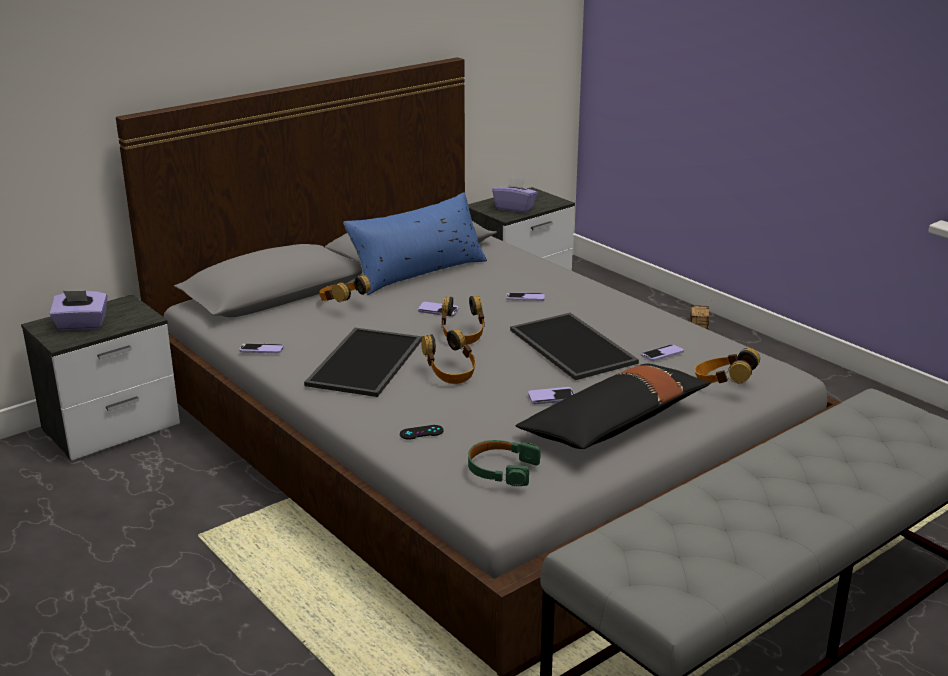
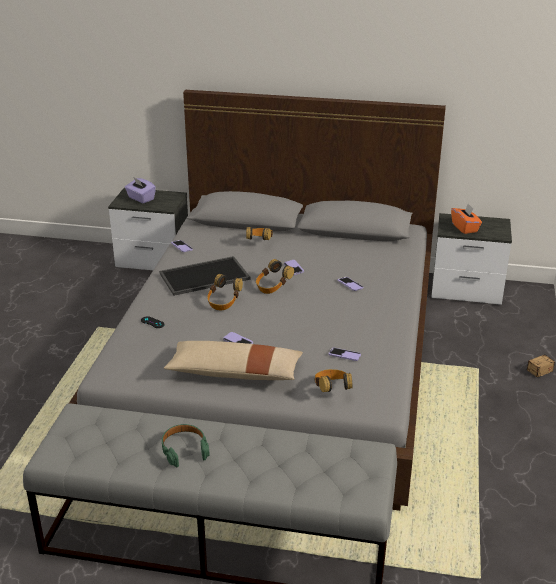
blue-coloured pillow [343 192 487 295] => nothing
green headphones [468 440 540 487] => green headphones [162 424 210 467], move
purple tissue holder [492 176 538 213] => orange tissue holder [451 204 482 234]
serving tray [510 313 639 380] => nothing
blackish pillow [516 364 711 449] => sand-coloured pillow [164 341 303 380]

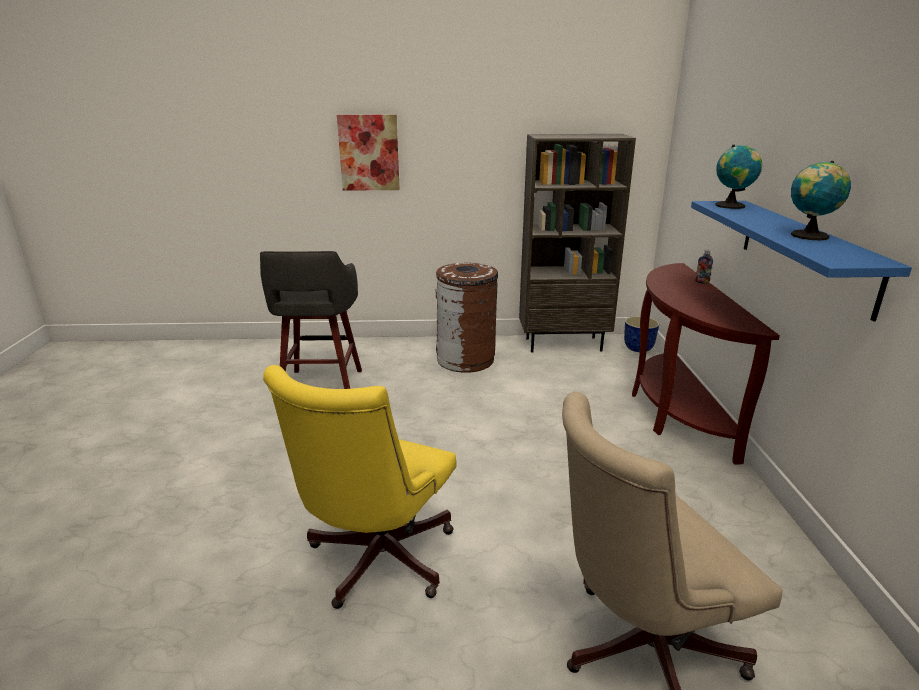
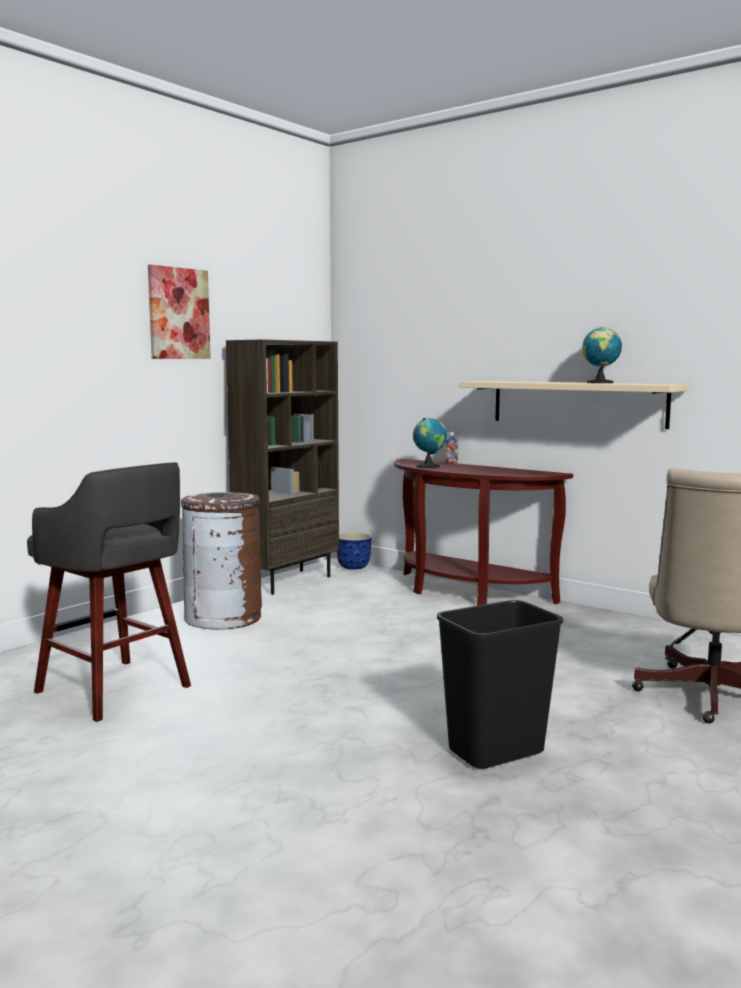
yellow office chair [263 365 456 609] => blackish rubbish bin [437 600 563 769]
picture [337 115 400 191] => picture [148 265 211 359], move
blue-coloured bracket shelf [691 201 912 321] => sand-coloured bracket shelf [459 381 689 429]
world globe [715 144 762 209] => world globe [413 418 447 468], move

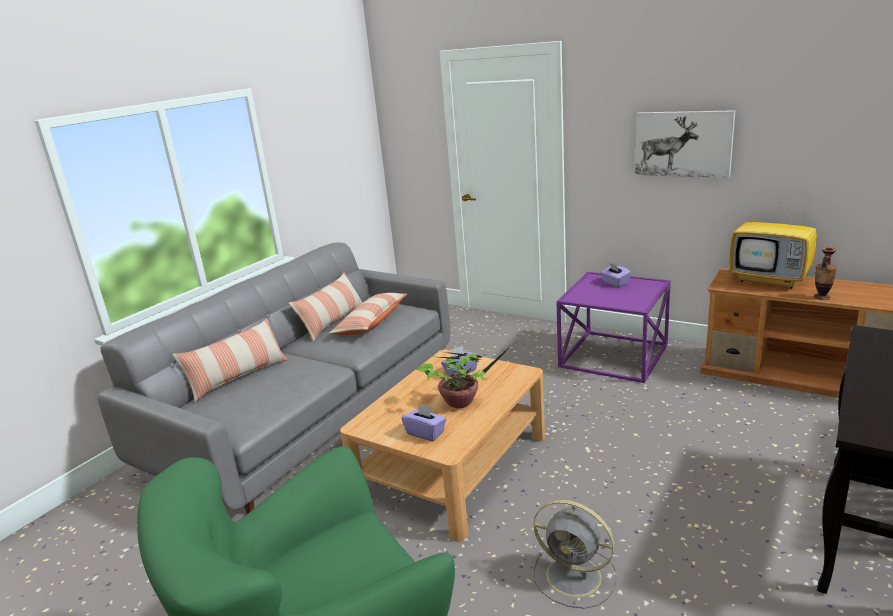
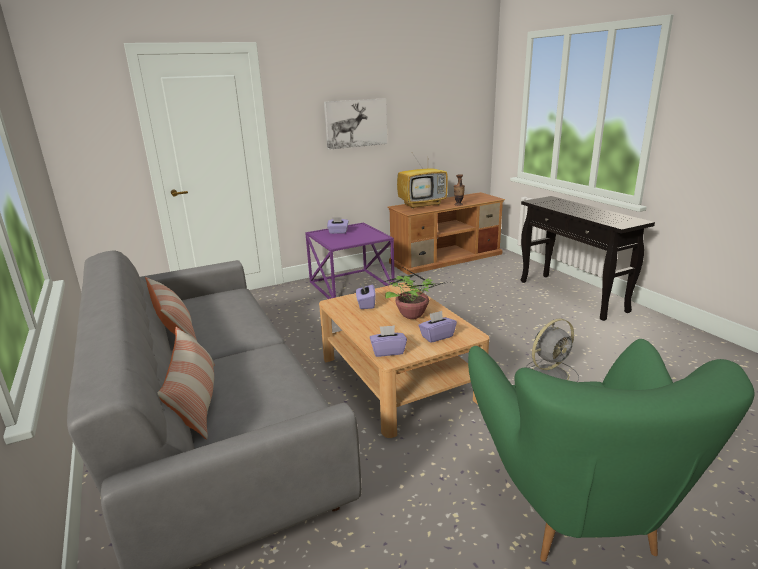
pillow [328 293 407 335] => nothing
nothing => purple tissue holder [370 325 407 357]

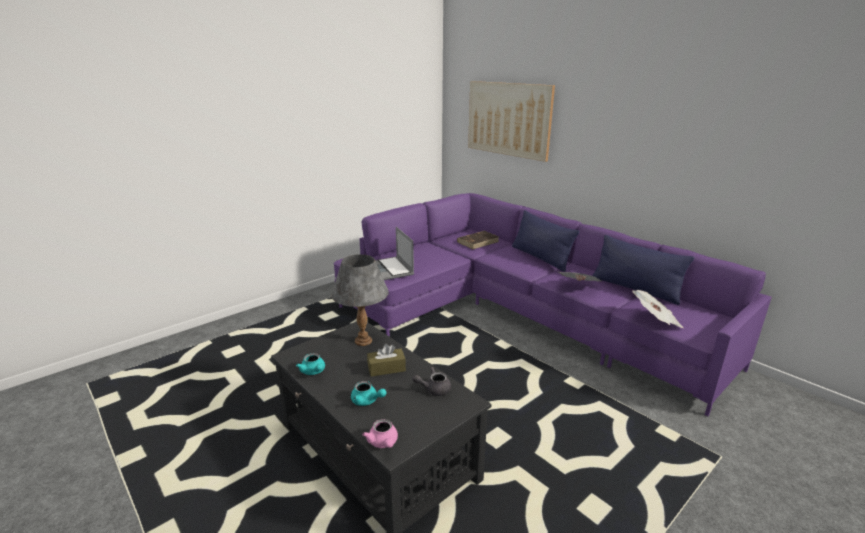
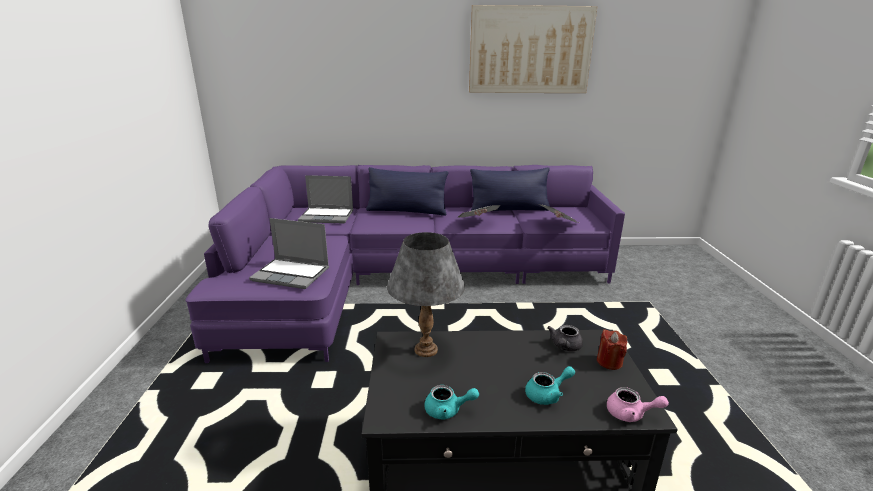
brown tissue holder [367 344 406 377] => nothing
brown book [457 231 499 249] => portable computer [298 175 353 223]
picture [468 81 555 162] => picture [469 5 598 93], move
nothing => red-coloured candle [597 329 627 370]

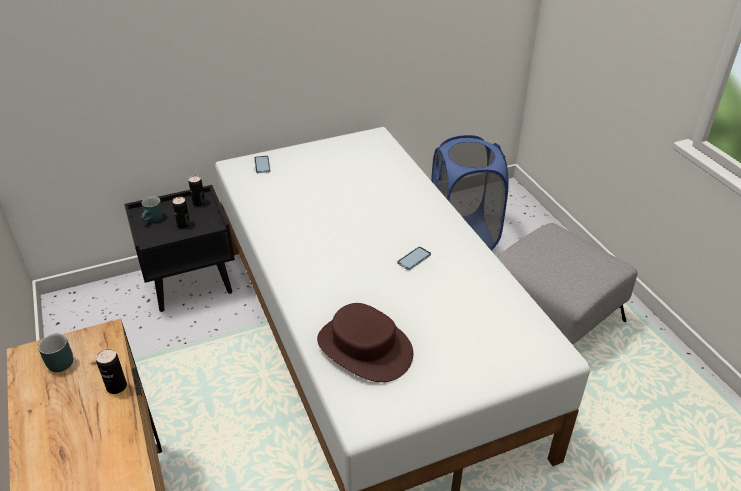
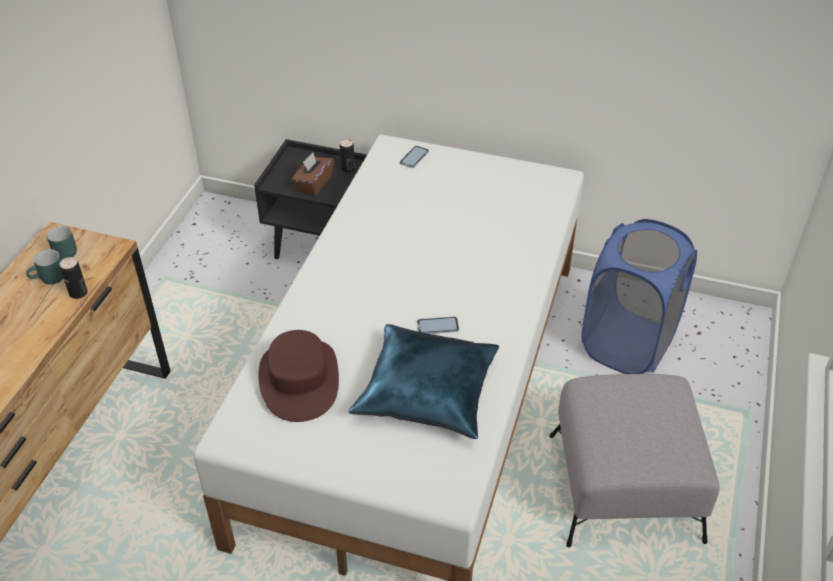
turquoise mug [142 196 163 222] => turquoise mug [26 249 63 285], move
metal can [172 197 190 229] => brown tissue holder [292 153 334 196]
nothing => blue-coloured pillow [348 324 499 439]

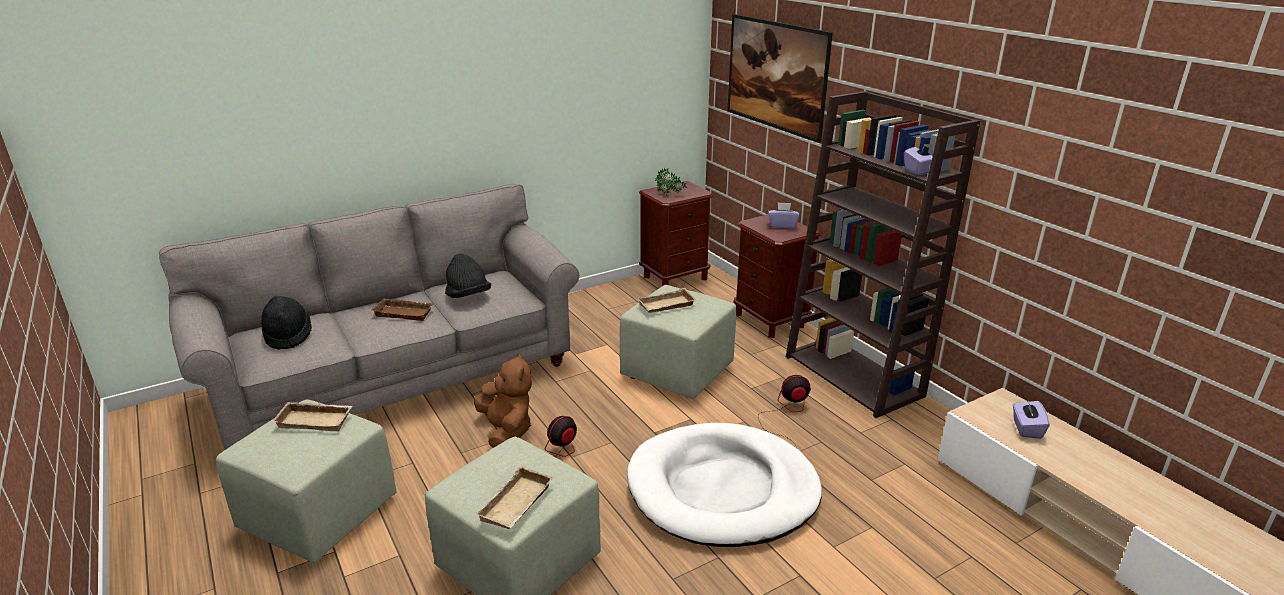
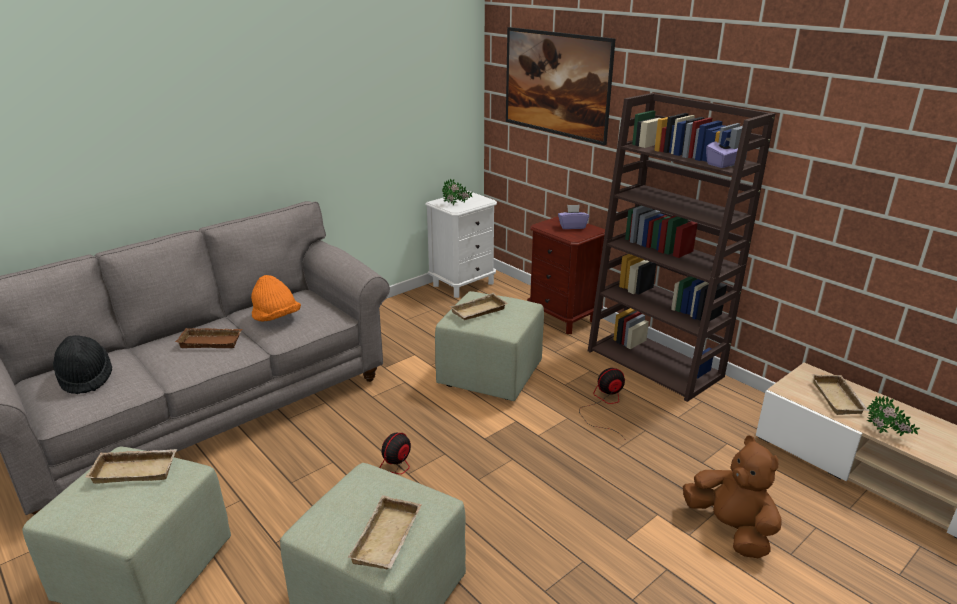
blackish wearable hat [445 254 491 298] => orange wearable hat [251 275 301 322]
brown cuddly toy [474 353 532 448] => brown cuddly toy [683 436 782 558], move
white-coloured dog bed [627 423 822 547] => nothing
brown bedside table [639 181 713 286] => white-coloured bedside table [425 191 497 298]
purple tissue holder [1013 400 1050 439] => sand-coloured serving tray [812 374 869 415]
nothing => houseplant [867 396 920 436]

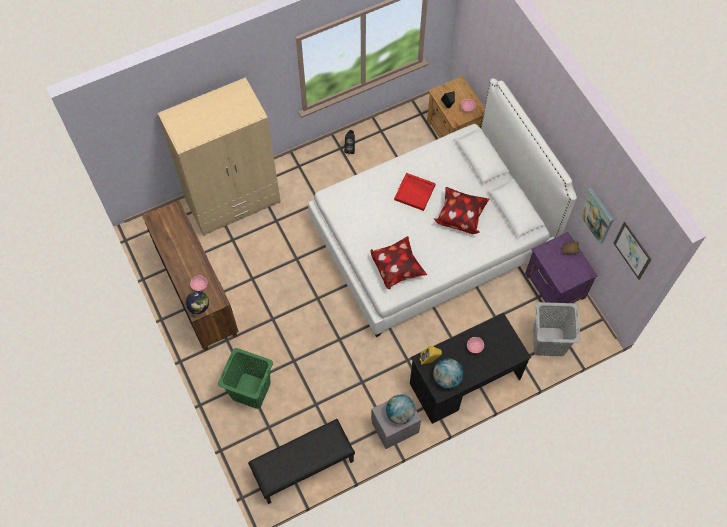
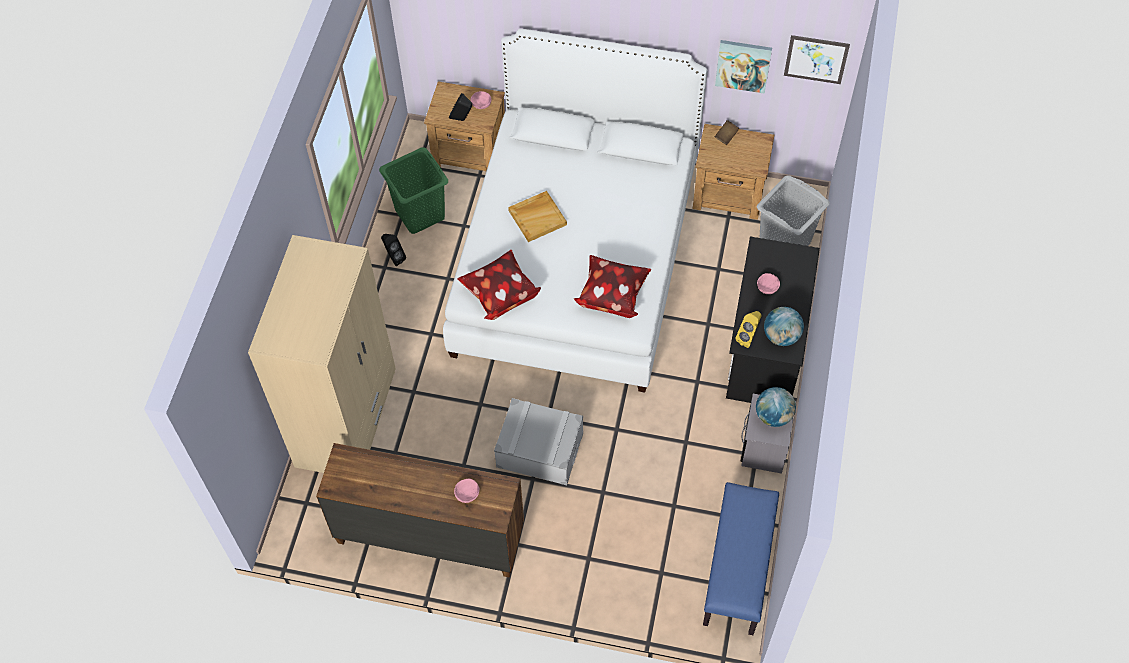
world globe [186 291 209 317] => nothing
green hamper [218 348 273 409] => green hamper [379 148 448 234], move
blackish indoor bench [248 419 355 504] => blue-coloured indoor bench [703 482 779 635]
red-coloured serving tray [394 173 436 211] => sand-coloured serving tray [508 191 567 242]
pillow [434 187 490 234] => pillow [457 250 541 320], move
purple bedside table [525 232 598 303] => brown bedside table [693 124 774 220]
nothing => gray storage bin [494 398 583 485]

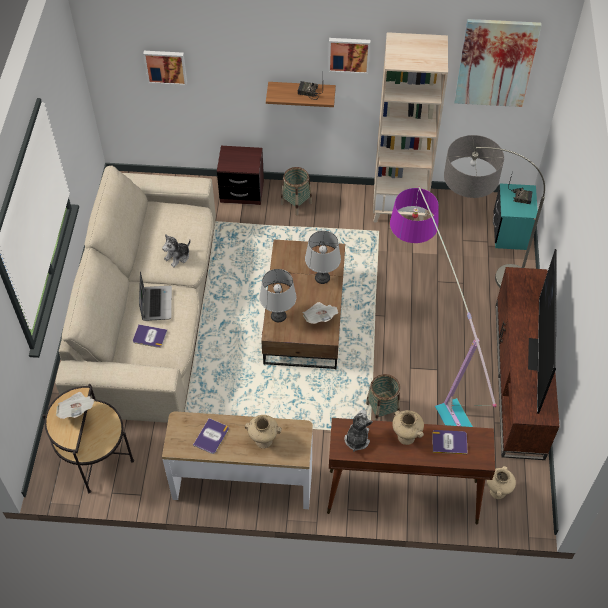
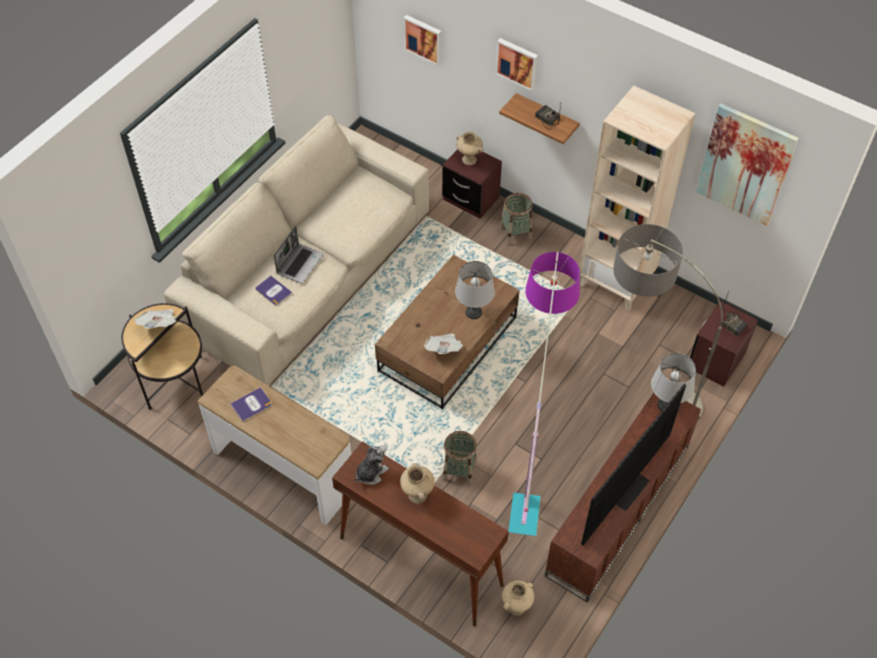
cuddly toy [162 234 191 267] => nothing
sand-coloured decorative vase [245 415 282 448] => sand-coloured decorative vase [457 132 484 165], move
gray table lamp [260 269 296 322] => gray table lamp [651 353 696 411], move
picture [328 38 370 74] => picture [495 38 538 91], move
book [432 430 467 454] => nothing
turquoise bedside table [493 183 538 250] => brown bedside table [690 301 758 387]

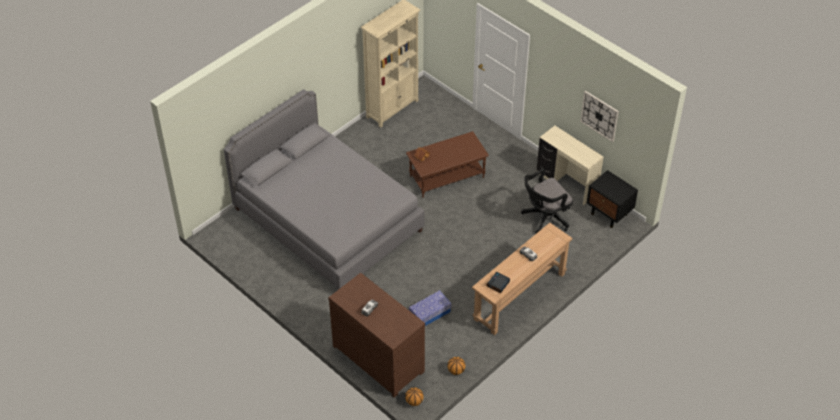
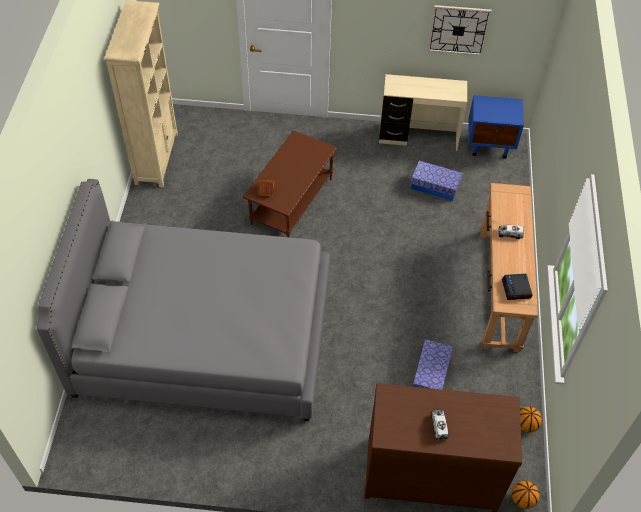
blackish office chair [521 168 573 233] => storage bin [411 161 462 201]
blackish bedside table [587 170 638 228] => blue-coloured bedside table [468 95 524 159]

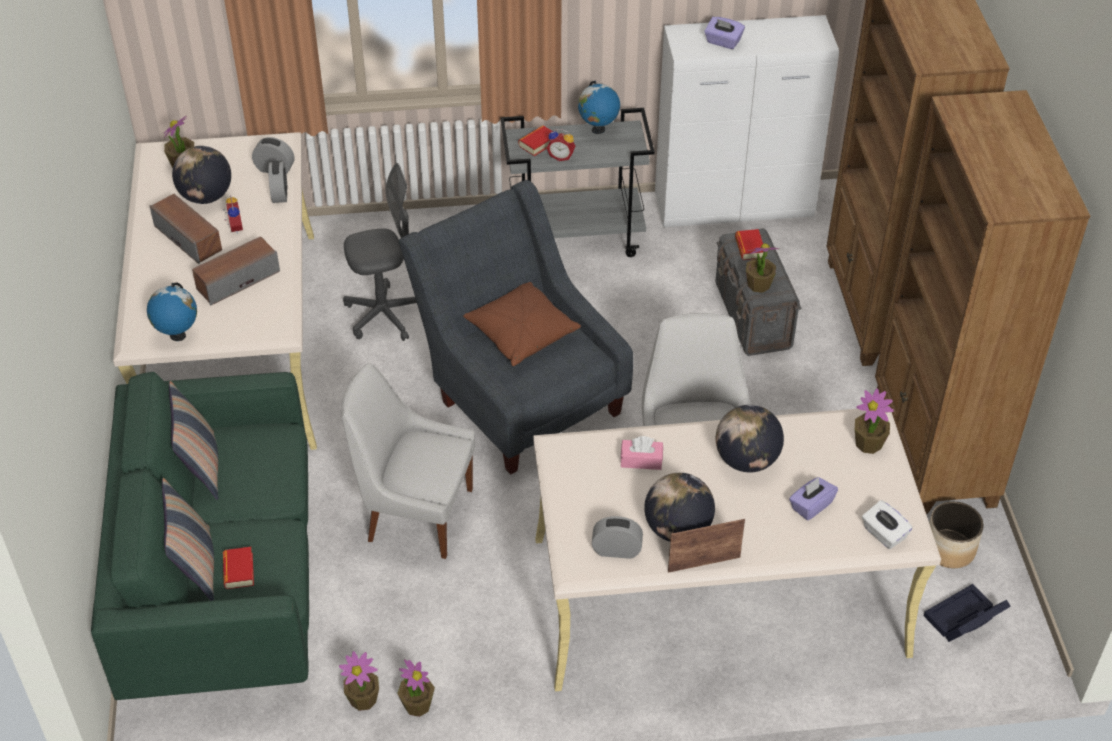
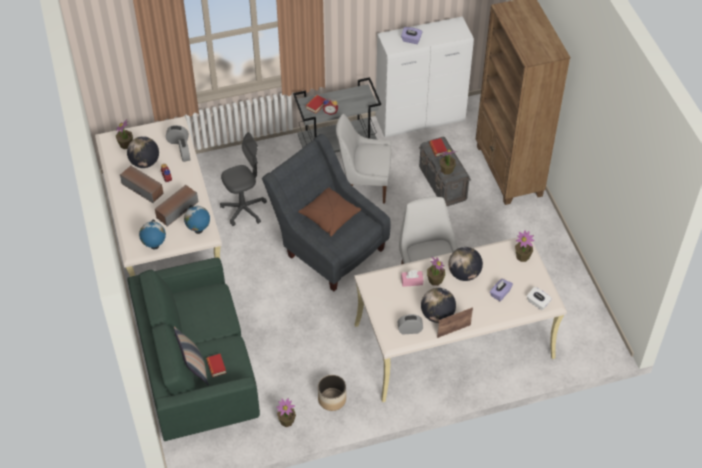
pillow [169 381 218 500] => nothing
white-coloured upright chair [341 363 475 559] => white-coloured upright chair [336 114 391 204], move
houseplant [397 660 435 717] => houseplant [427 257 445 286], move
world globe [578 81 620 134] => world globe [184 205 210 234], move
brown bookshelf [875 90 1090 514] => nothing
blackish storage bin [924 584 1011 642] => nothing
plant pot [929 501 984 568] => plant pot [318 375 346 411], move

